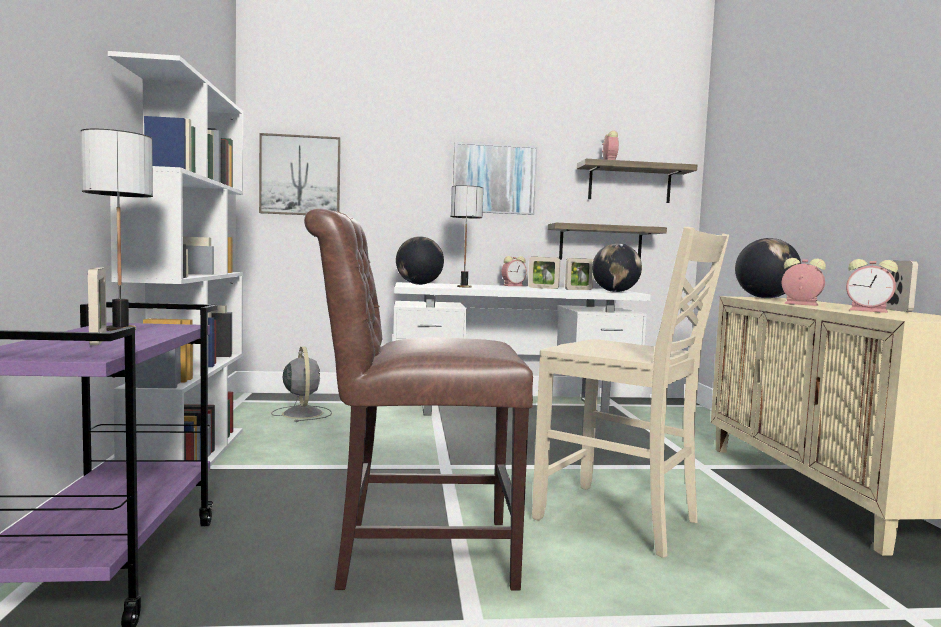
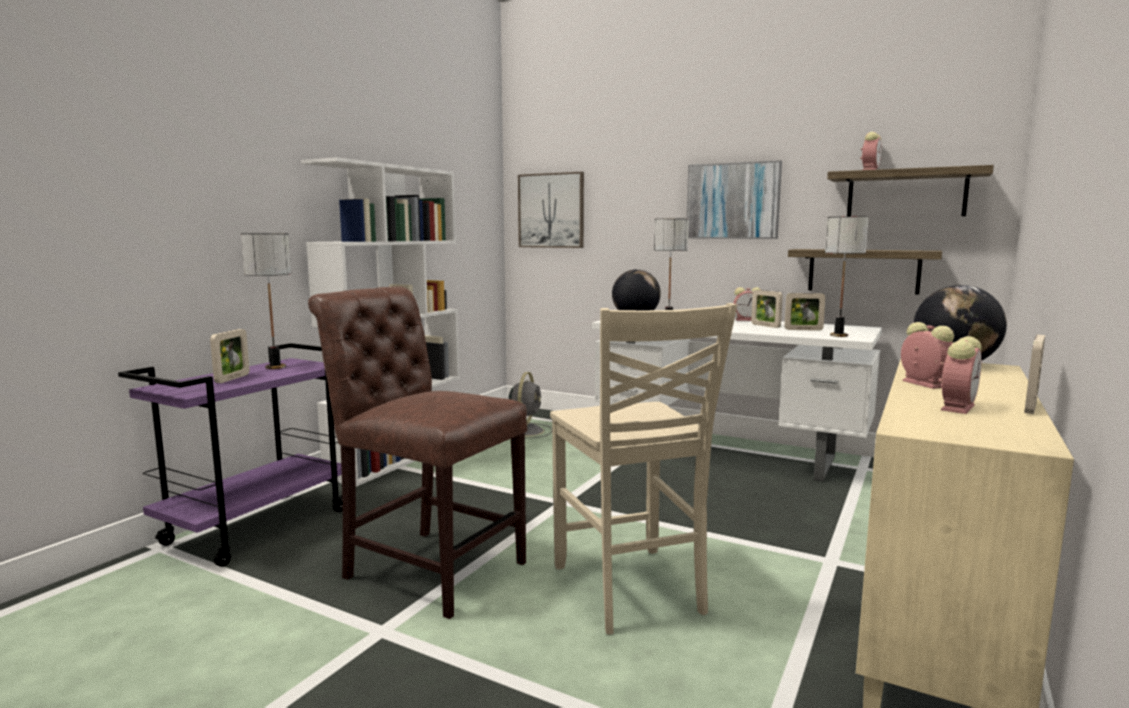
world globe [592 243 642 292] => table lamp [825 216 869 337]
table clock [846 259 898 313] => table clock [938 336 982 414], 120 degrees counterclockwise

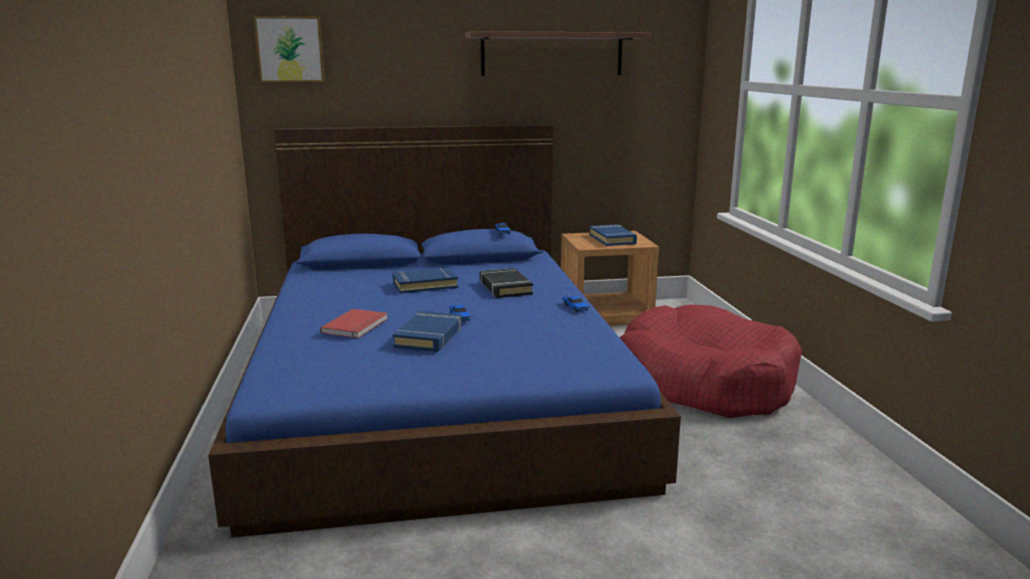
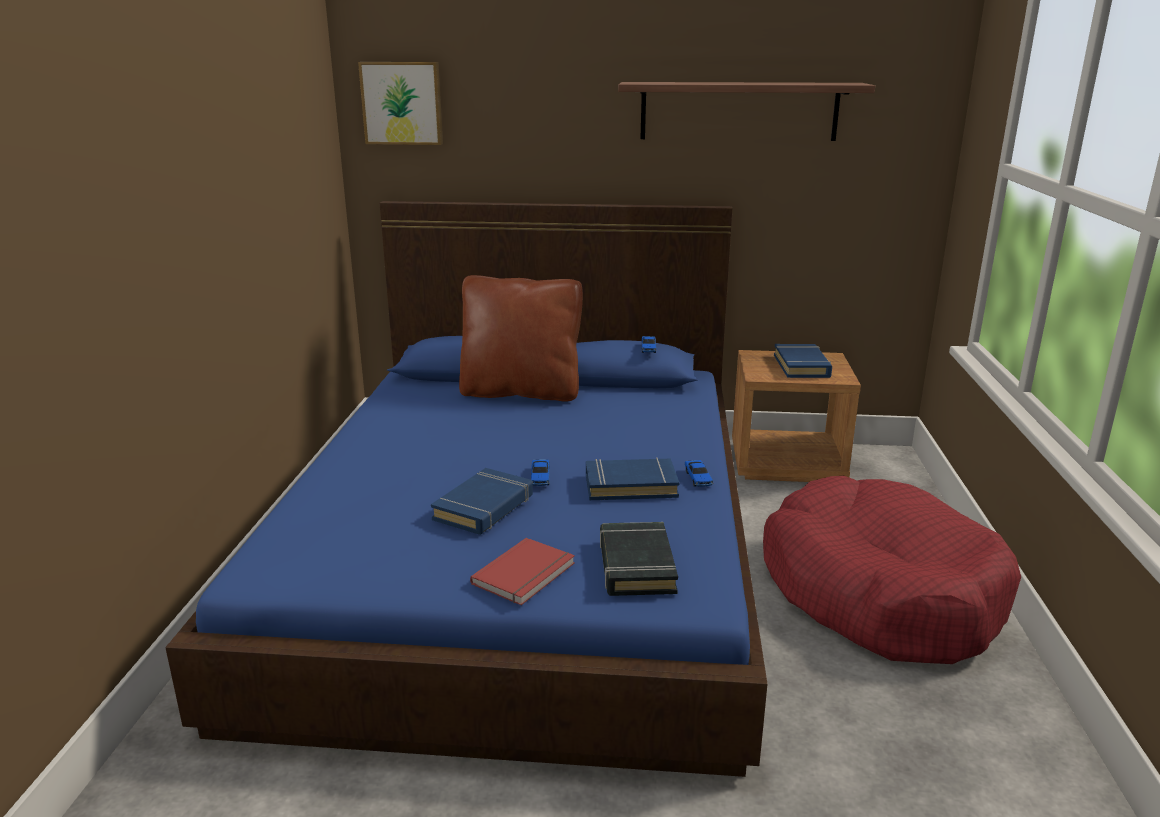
red-coloured book [320 309 388 338] => red-coloured book [470 538 575 605], move
blue-coloured book [393 268 458 293] => blue-coloured book [586 457 679 500], move
blackish book [480 268 533 298] => blackish book [600 522 678 596], move
nothing => brown pillow [459 275 583 401]

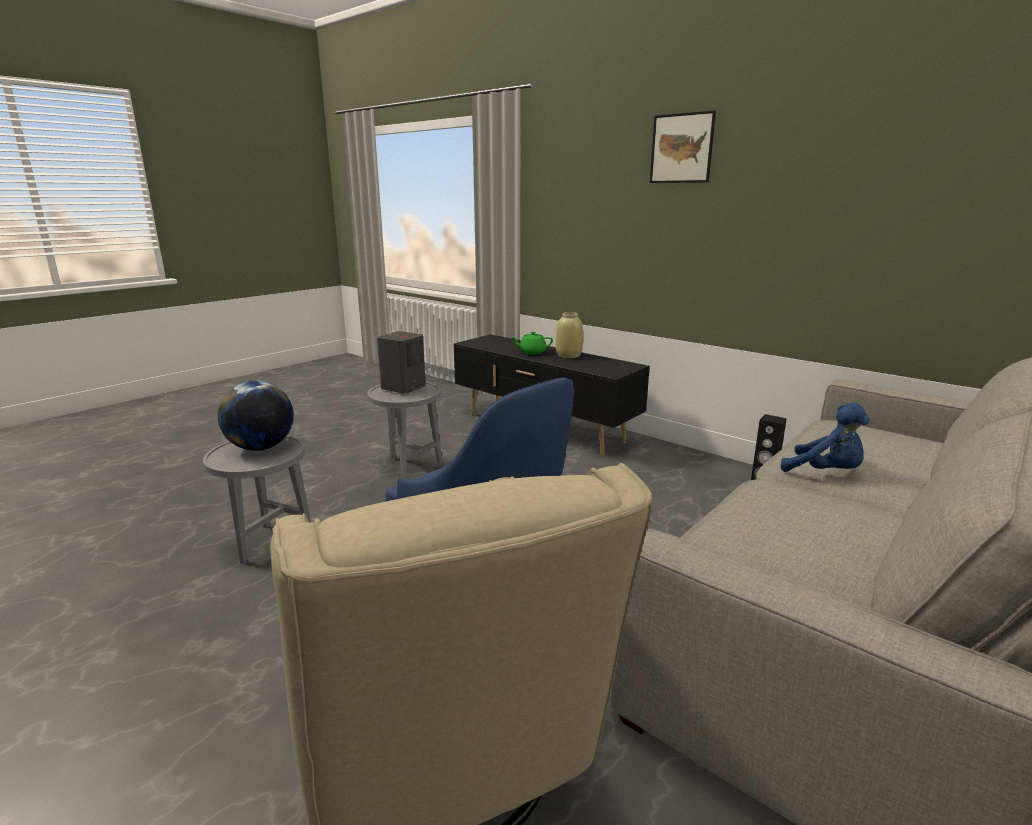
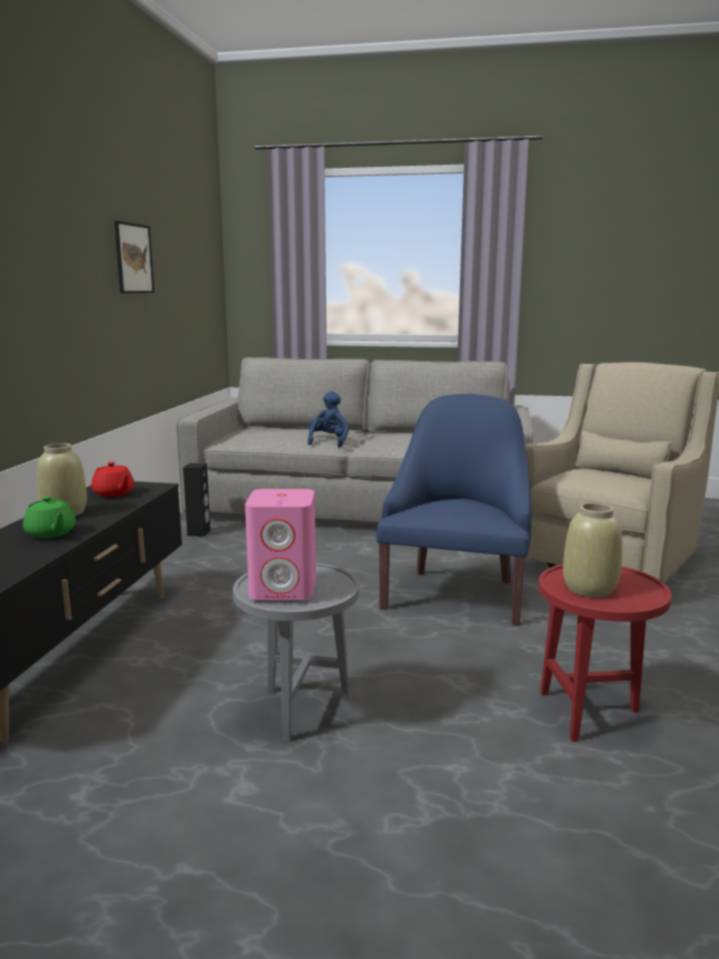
gray end table [203 435 311 564] => red-coloured end table [538 564 672 742]
world globe [218 380 294 451] => sand-coloured decorative vase [563 503 622 598]
gray audio speaker [377 331 426 393] => pinkish audio speaker [245 489 316 600]
picture [650 110 716 183] => picture [114 221 154 293], move
nothing => red-coloured tea pot [91 462 135 497]

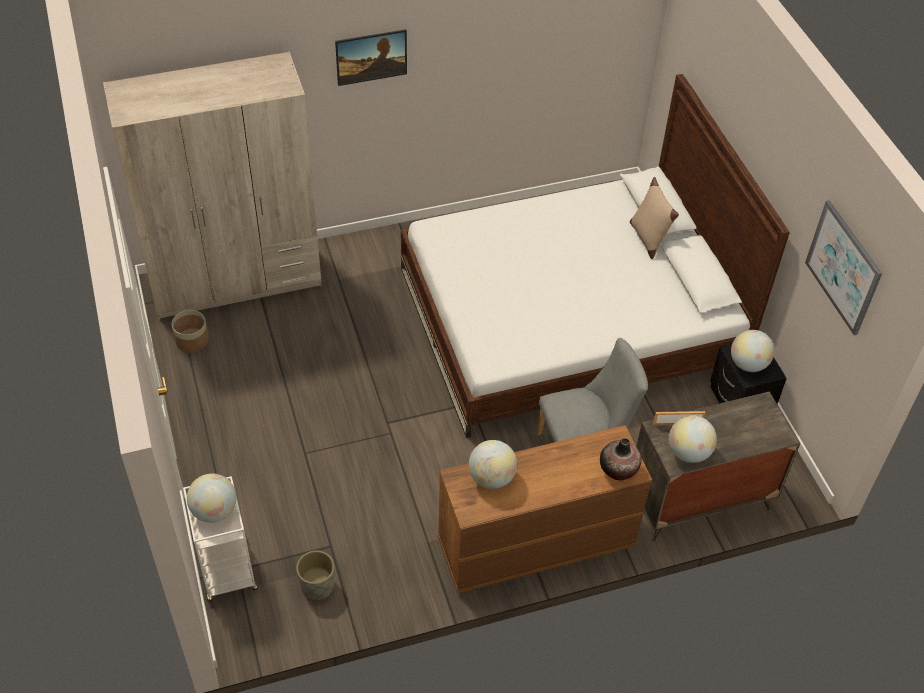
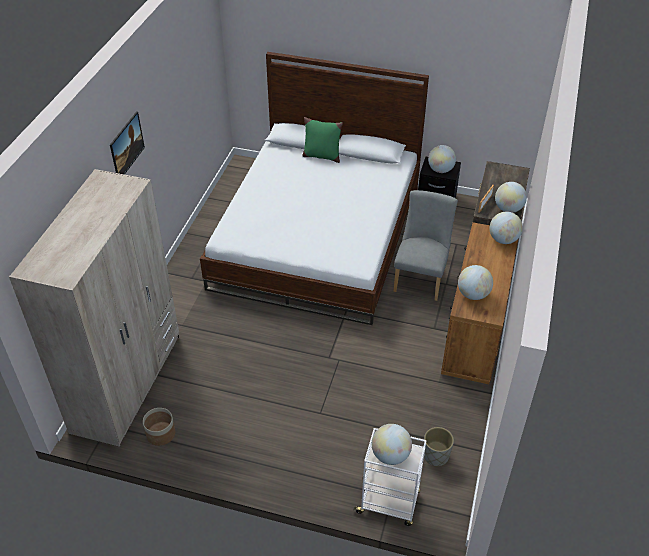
decorative vase [600 438 641 480] => world globe [490 212 523 244]
sand-coloured pillow [630 177 679 259] => green pillow [302 117 343 163]
picture [805 200 882 335] => nothing

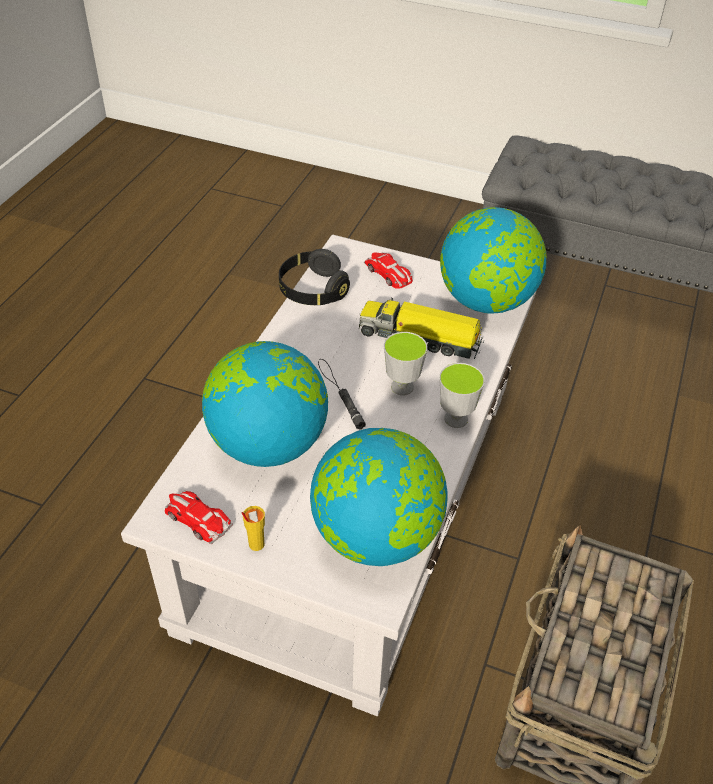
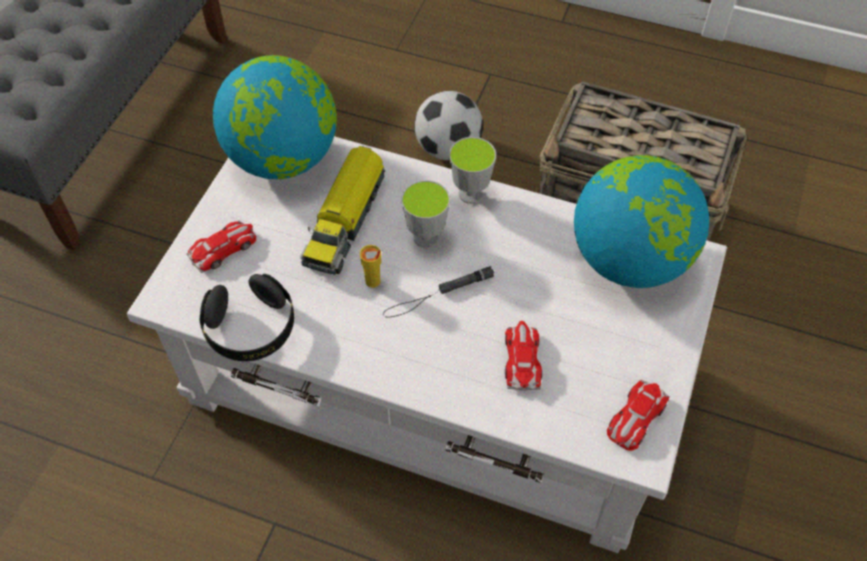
world globe [202 341 328 467] => model car [505 321 542 391]
yellow small cup [242 506 265 551] => yellow small cup [360 245 381 288], move
nothing => football ball [415 91 483 160]

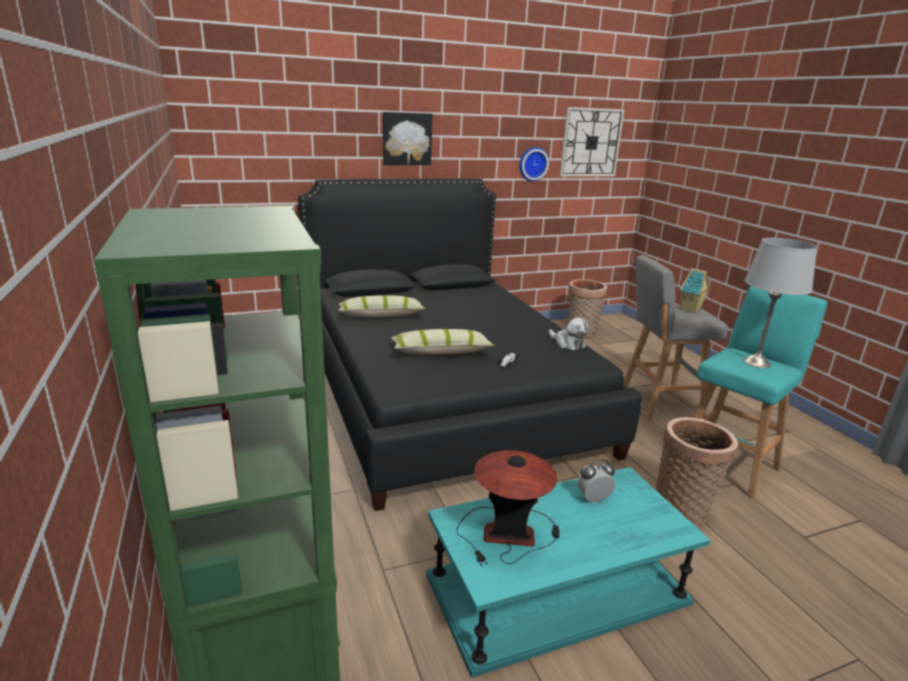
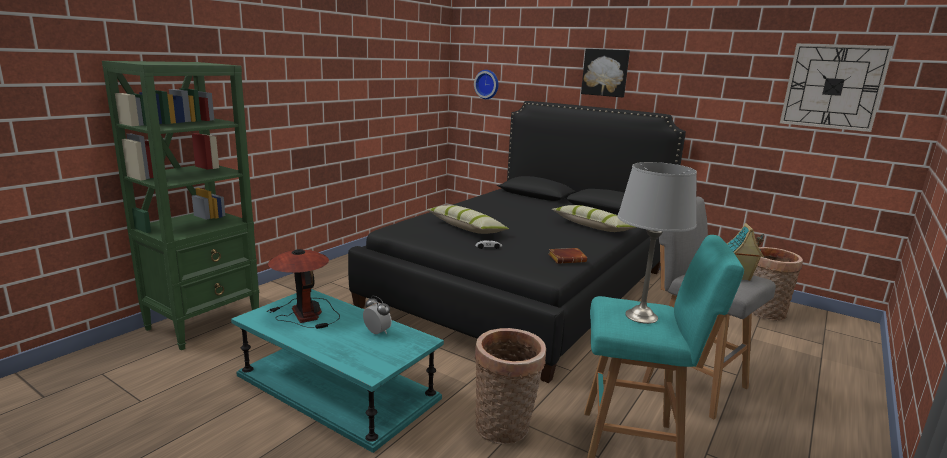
pillow [338 295 426 317] => pillow [552 205 636 232], move
clock on the wall [519 147 549 182] => clock on the wall [474 70 498 99], move
cuddly toy [549 317 589 350] => brown book [549 248 587 264]

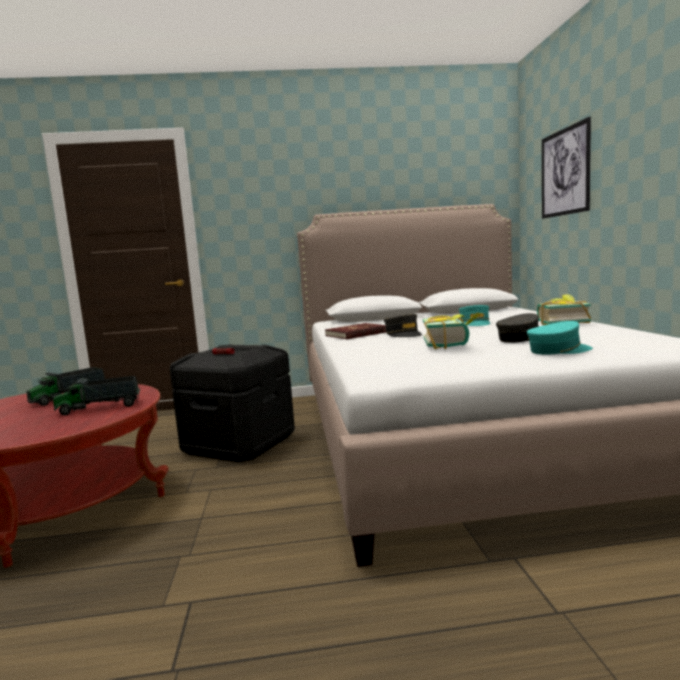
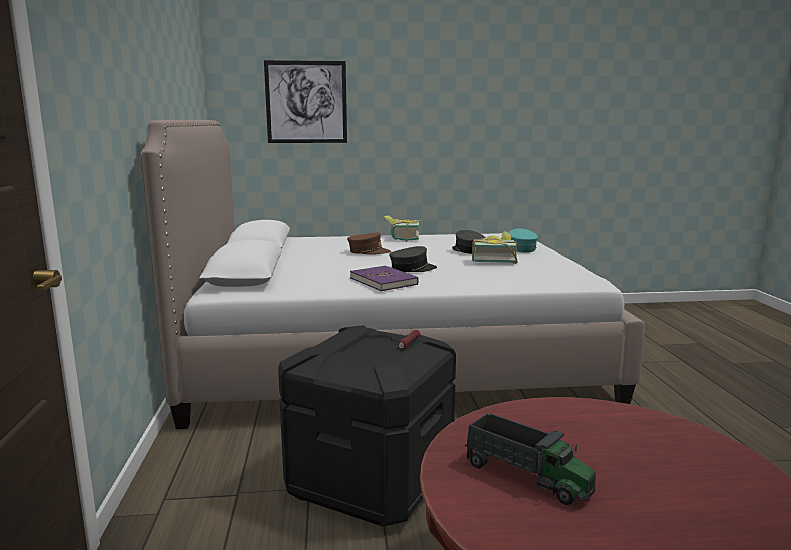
toy truck [53 376 140 415] => nothing
red-coloured book [325 323 386 340] => purple book [350 266 418 291]
turquoise peaked cap [459 305 490 326] => brown peaked cap [347 232 391 255]

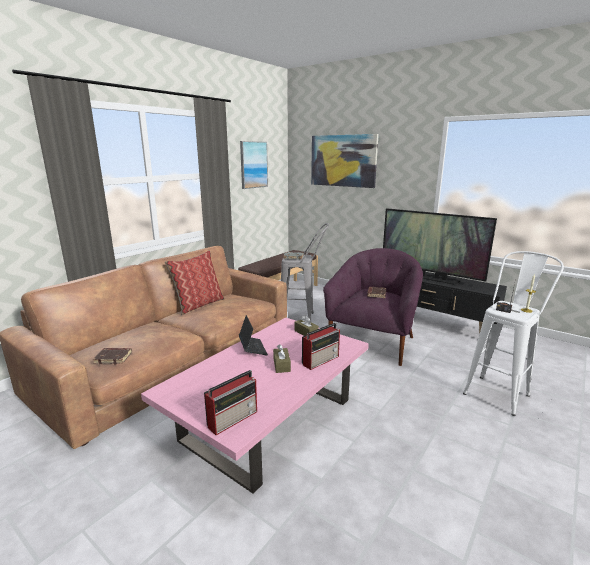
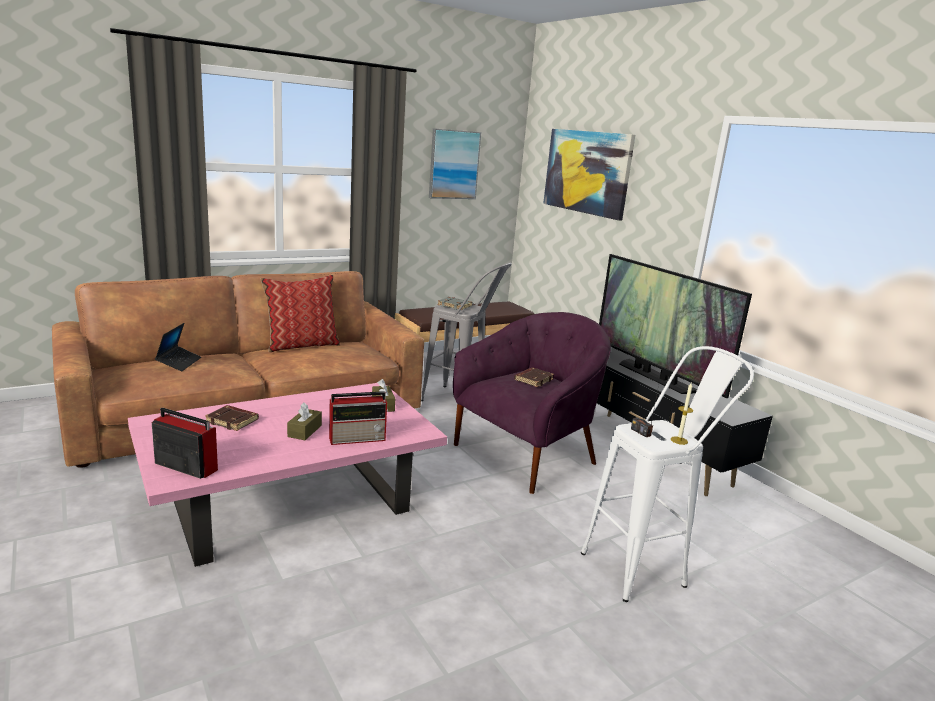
brown book [93 348 132 364] => brown book [205 405 259 431], move
radio [204 370 257 435] => radio [152 408 218 479], 135 degrees counterclockwise
portable computer [239 315 268 356] => portable computer [155 323 201 371], move

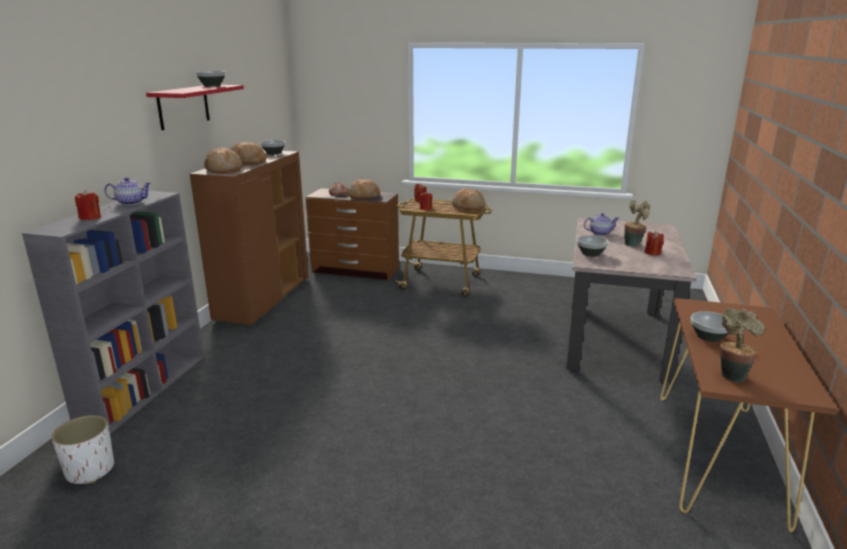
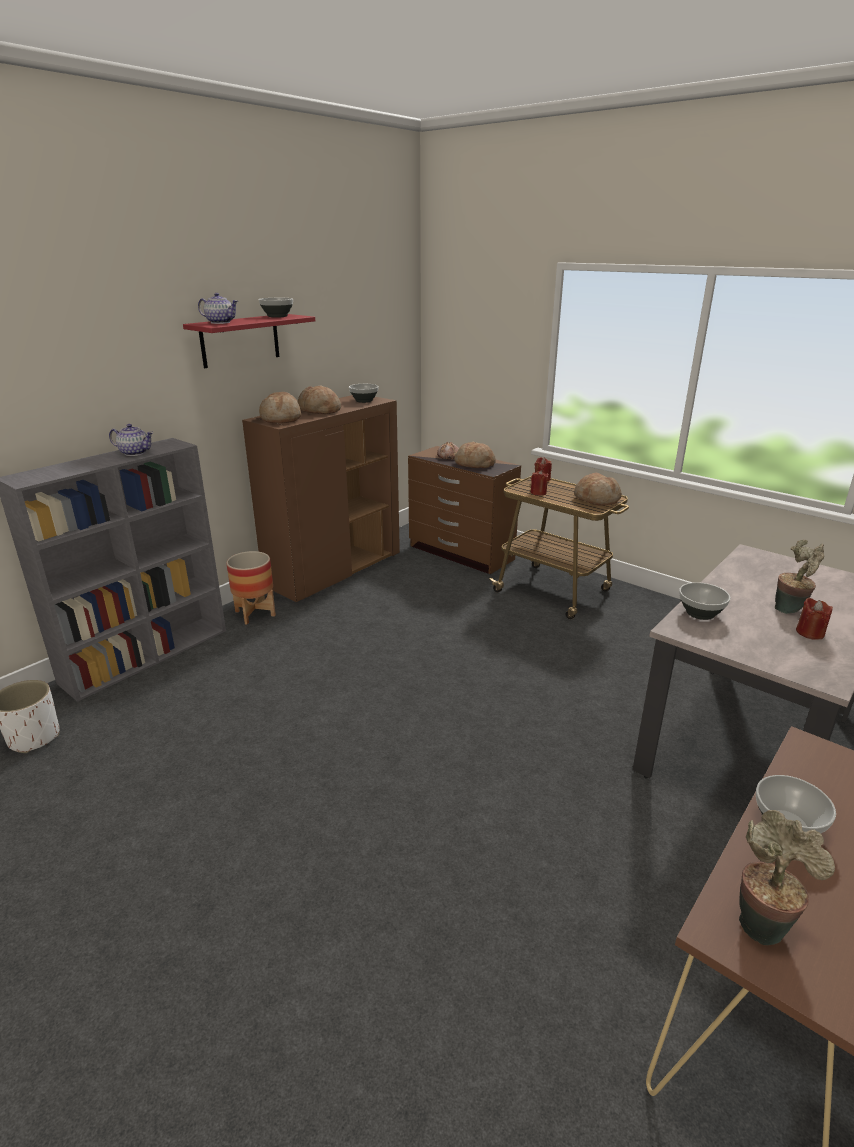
red-coloured candle [75 190 101 220] => nothing
tea pot [584 213 619 236] => tea pot [198 293 238 324], move
nothing => plant pot [226 551 276 625]

